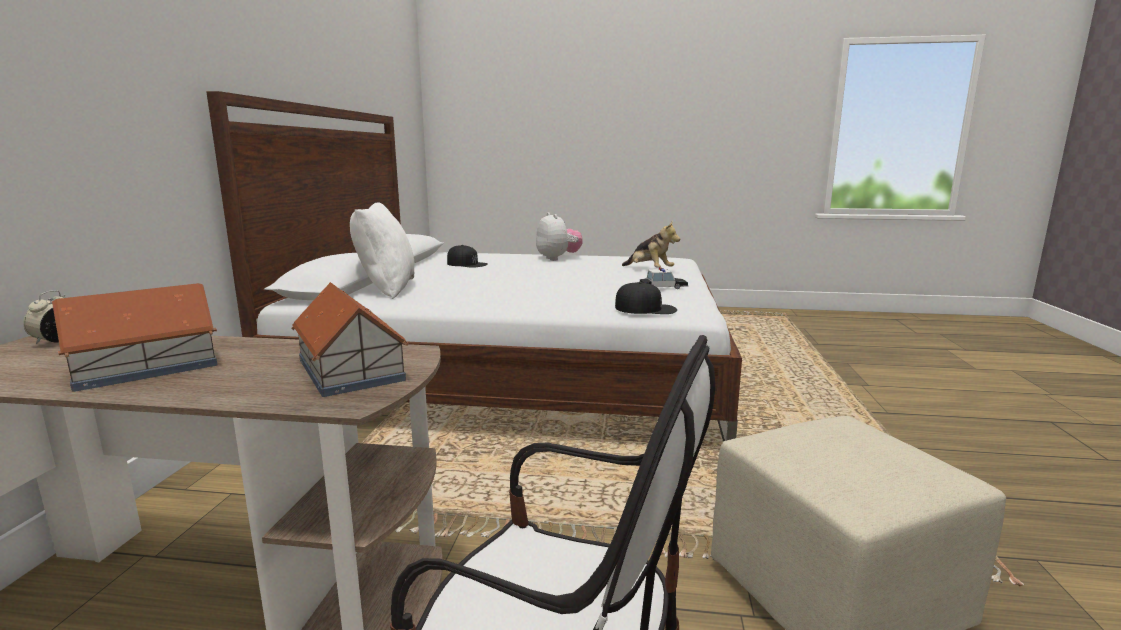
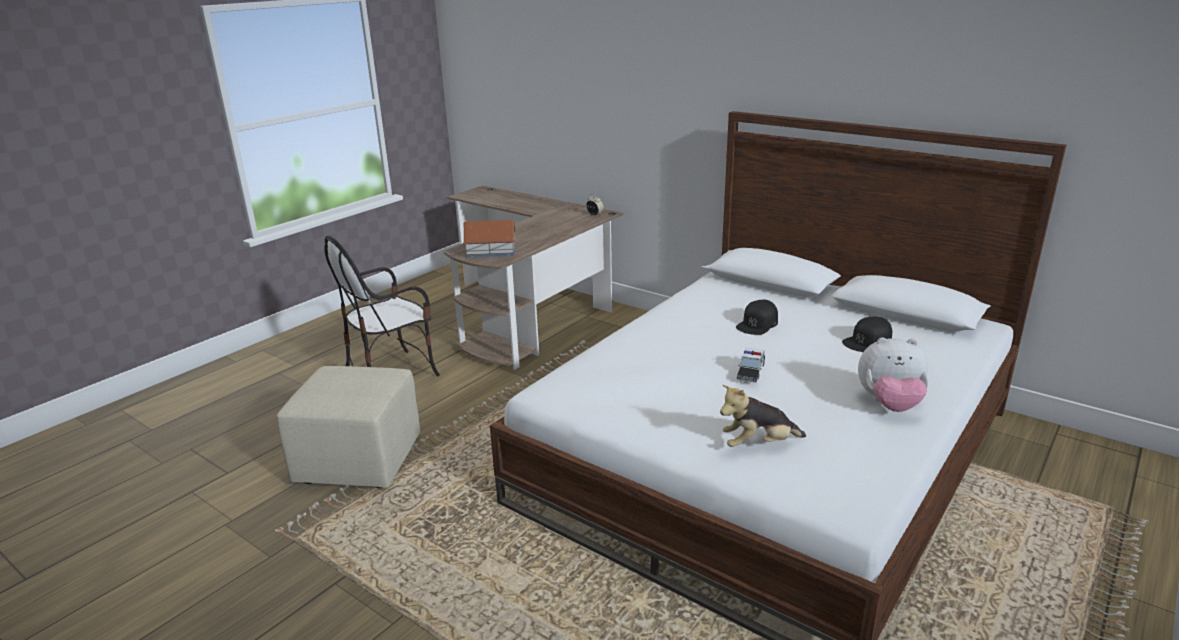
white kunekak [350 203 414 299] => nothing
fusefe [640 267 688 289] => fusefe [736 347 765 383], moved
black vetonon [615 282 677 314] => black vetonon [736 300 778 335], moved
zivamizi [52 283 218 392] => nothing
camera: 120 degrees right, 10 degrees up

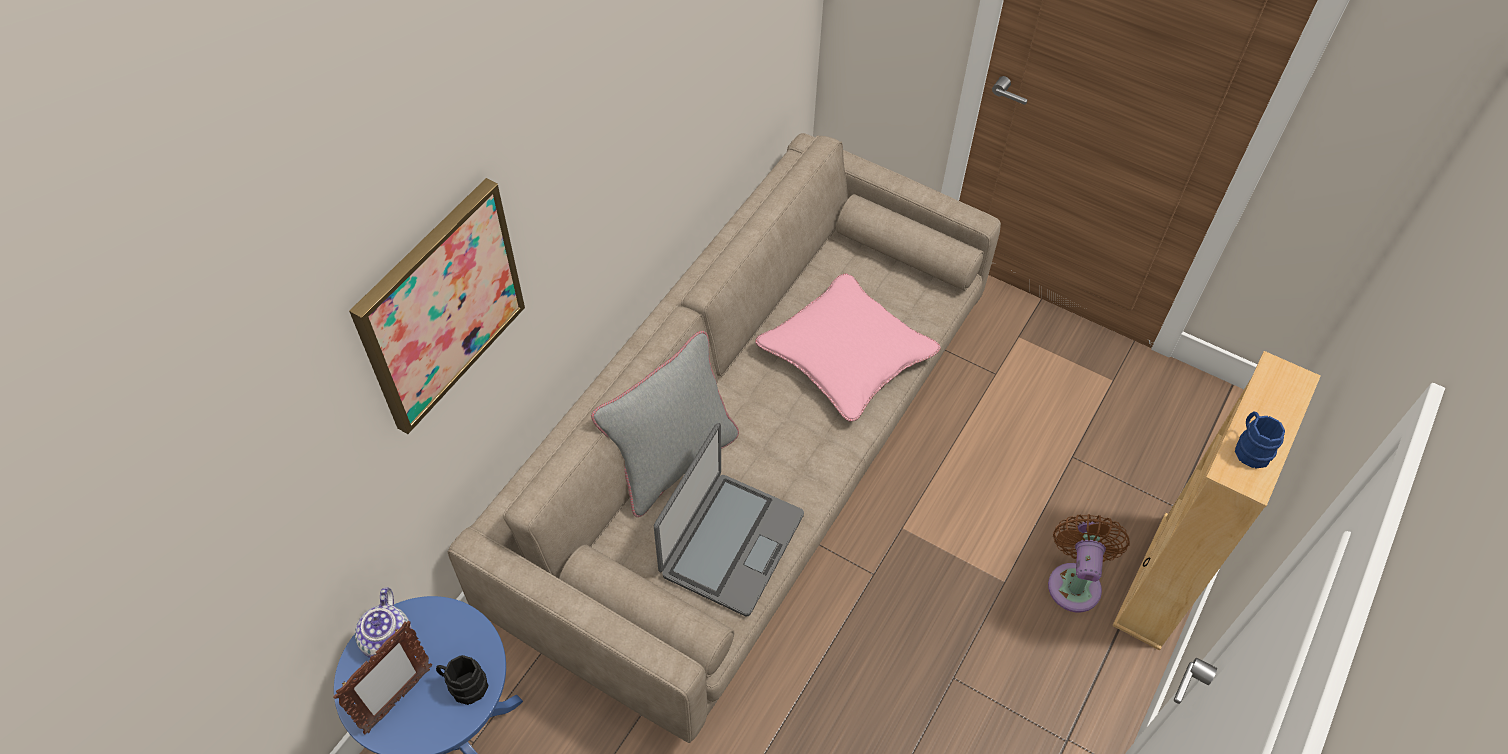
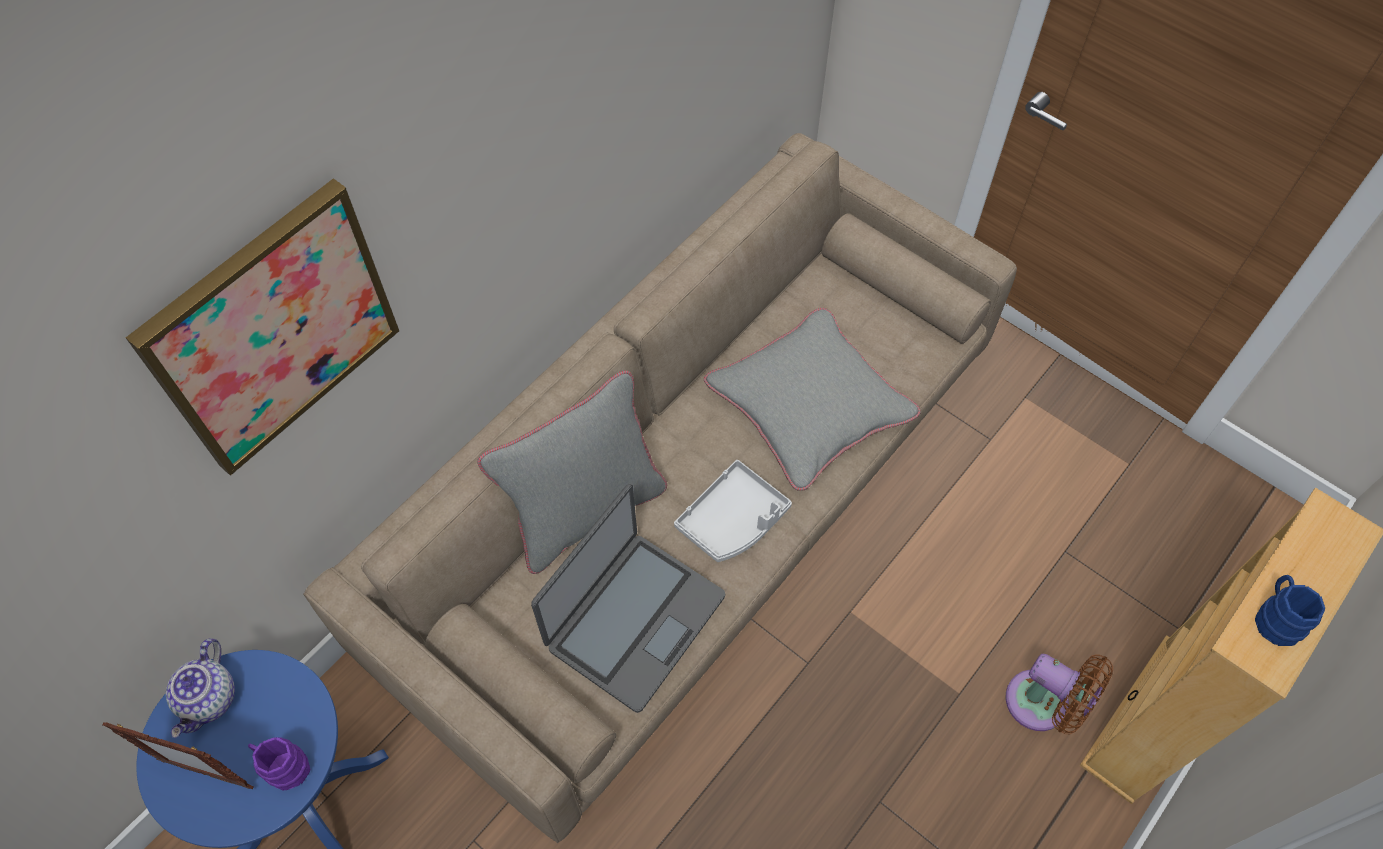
pink kunekak [755 273 941 422] => grey kunekak [704 308 921 491]
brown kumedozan [1048 514 1130 612] => brown kumedozan [1006 654 1113 734], 105 degrees clockwise
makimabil [333 621 432 734] => makimabil [103 722 254 789], 60 degrees clockwise
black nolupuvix [436 655 488 705] => purple nolupuvix [248 737 310 791]
nothing => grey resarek [674 460 792 562]
camera: 10 degrees right, 5 degrees up

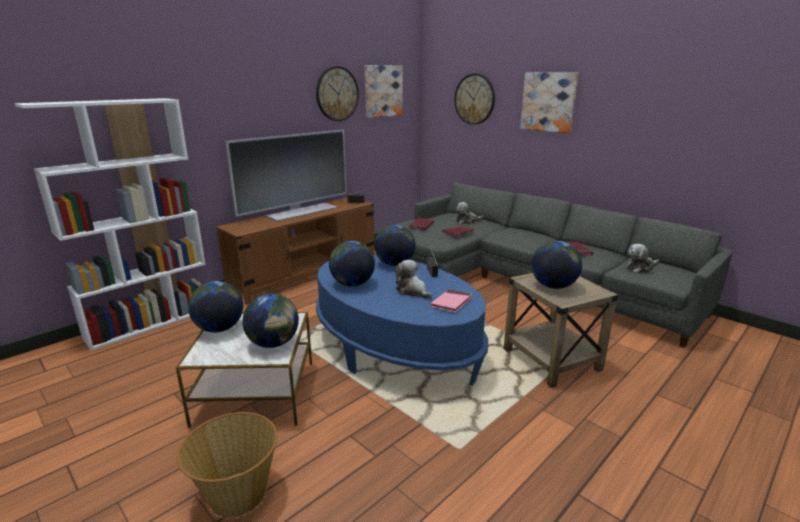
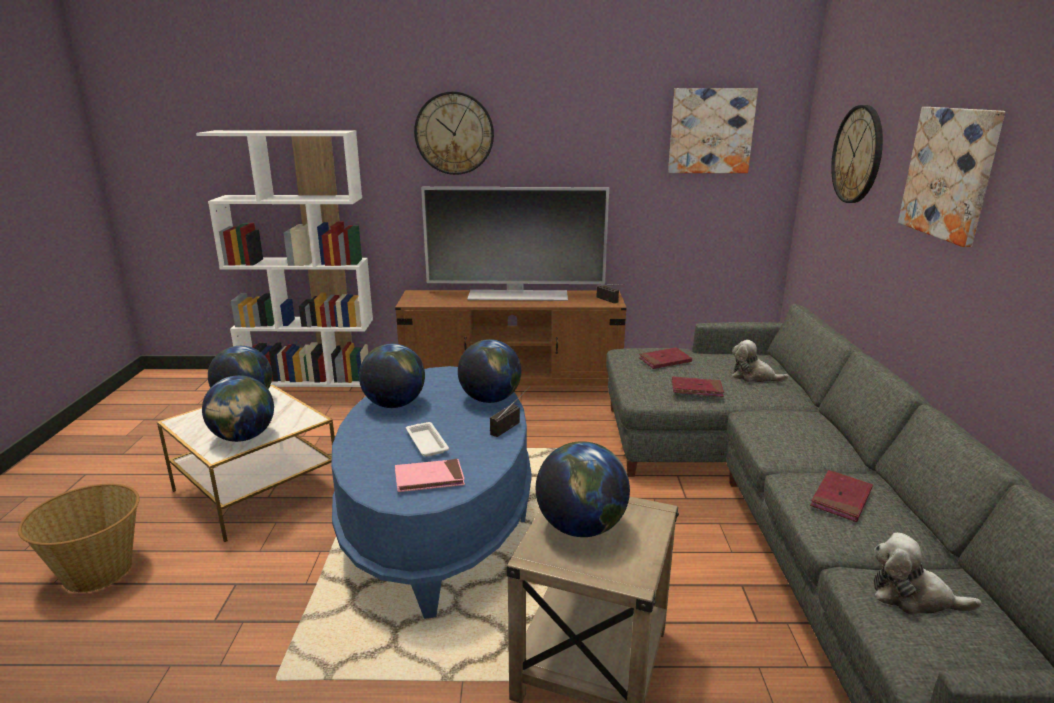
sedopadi [316 66 359 121] => sedopadi [414 91 494 175], moved
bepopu [395 260 432 299] => white resarek [406 422 449 457]
camera: 45 degrees right, 0 degrees up

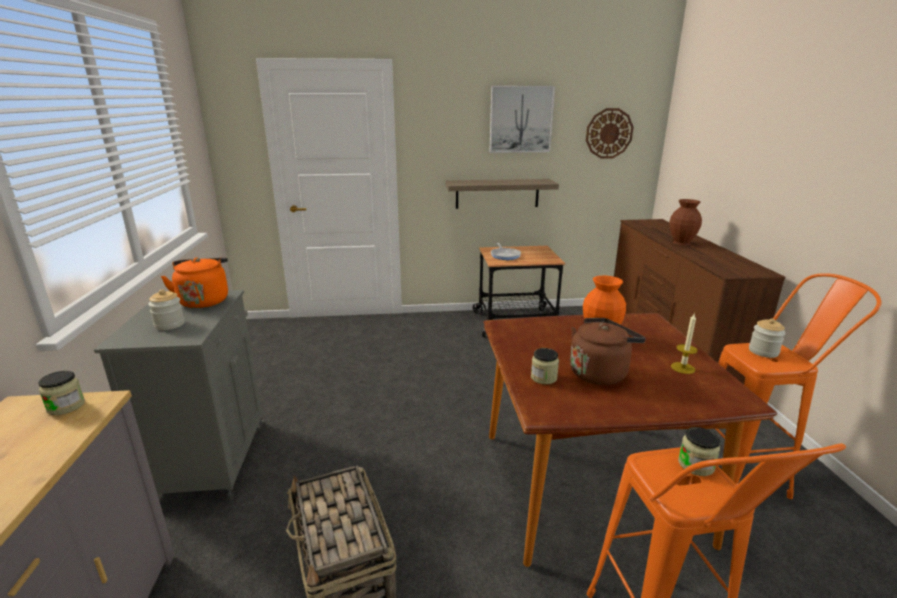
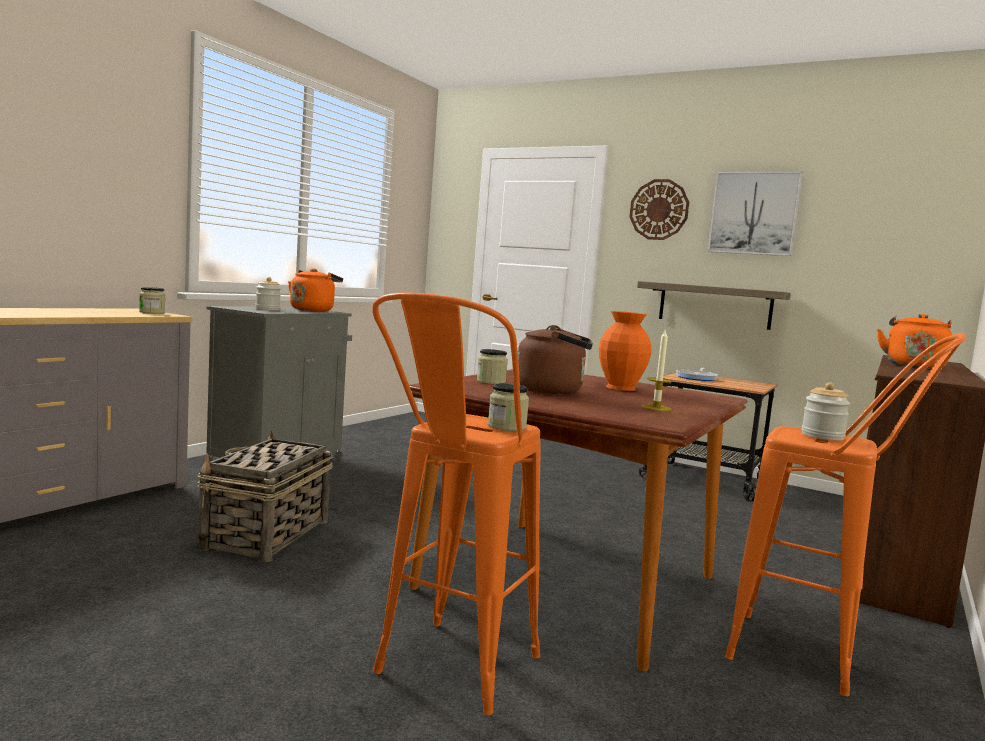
sedopadi [586 108 634 159] => sedopadi [629 179 689 240], moved
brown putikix [670 199 702 246] => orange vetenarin [877 314 952 369]
camera: 35 degrees right, 15 degrees down

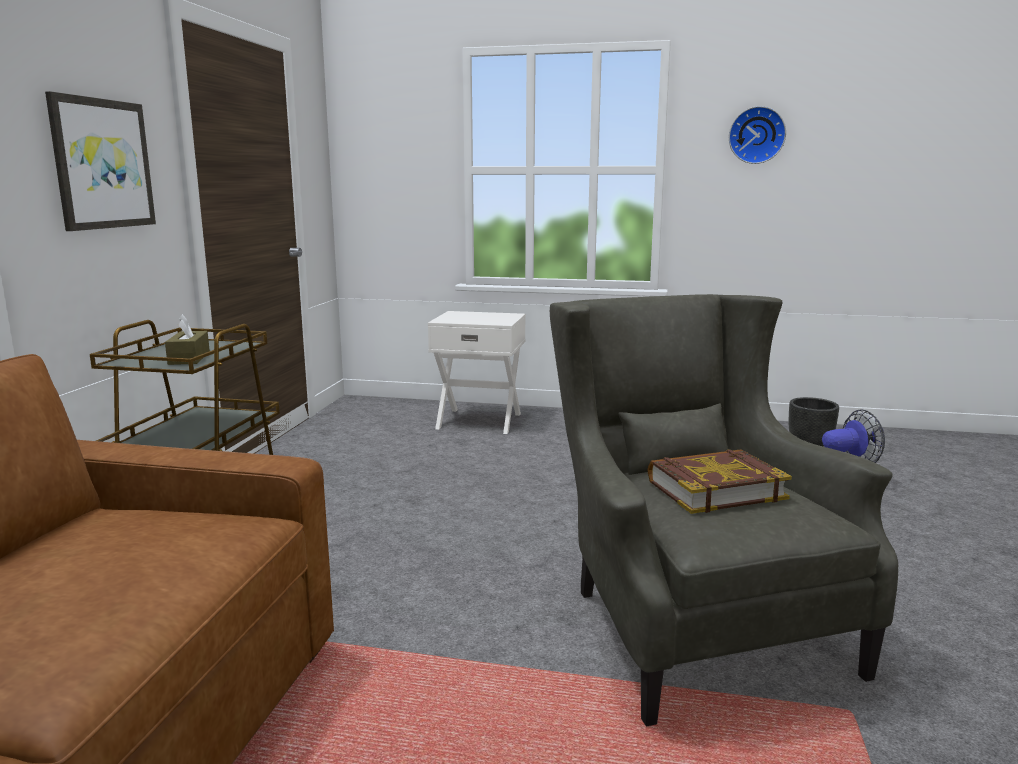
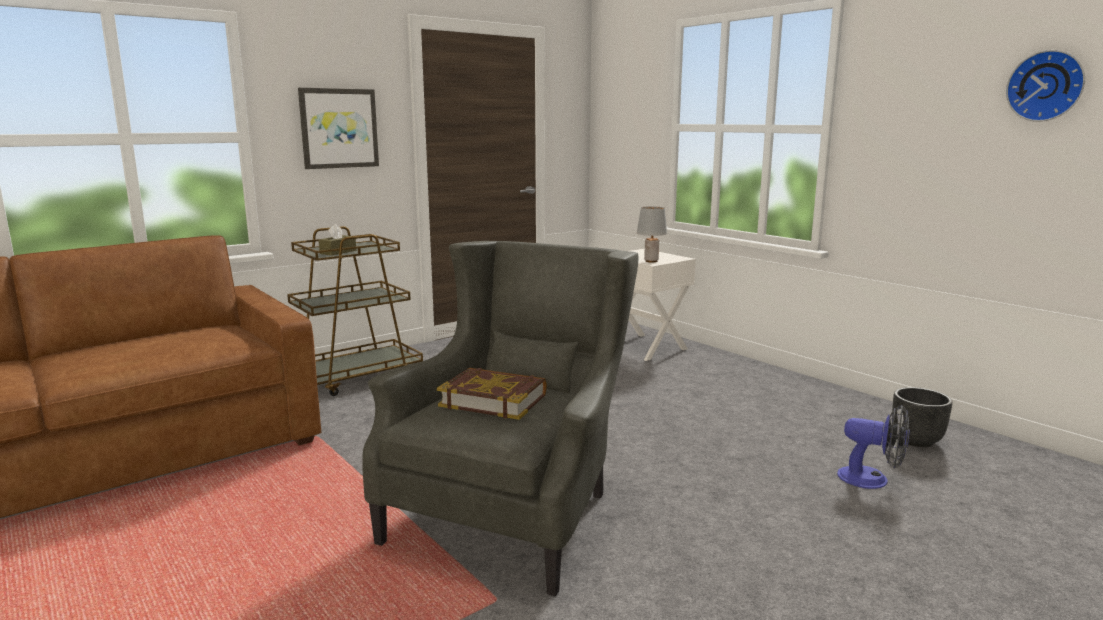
sedopadi [729 106 786 164] => sedopadi [1006 50 1085 122], moved
nothing => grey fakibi [637 206 667 263]
camera: 40 degrees right, 0 degrees up

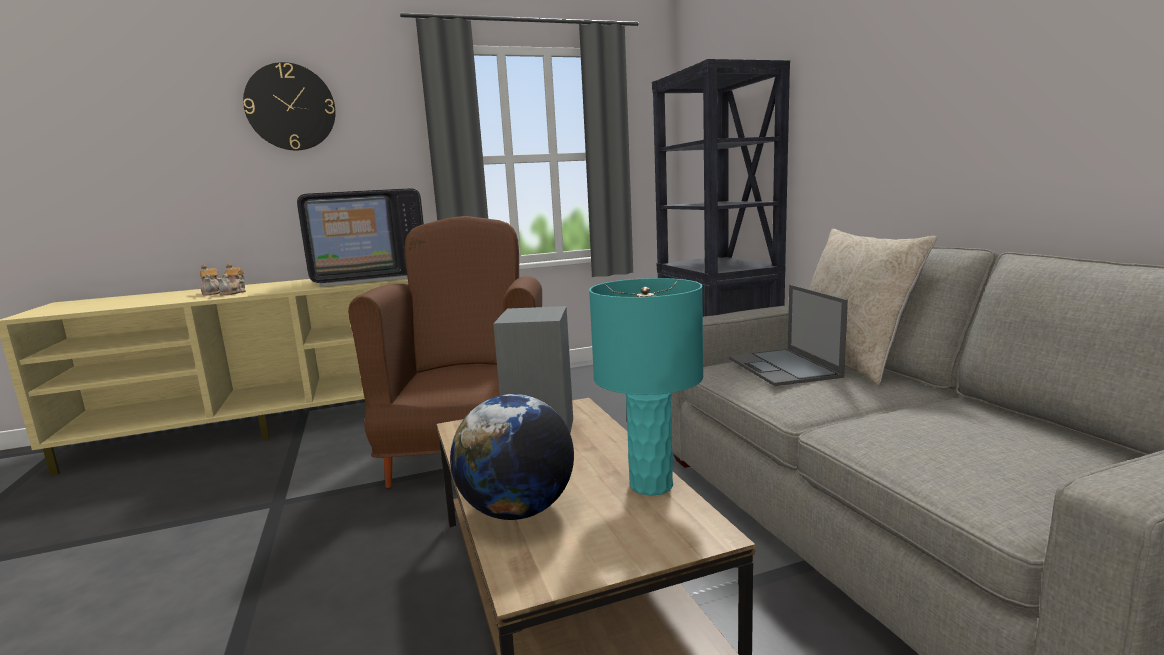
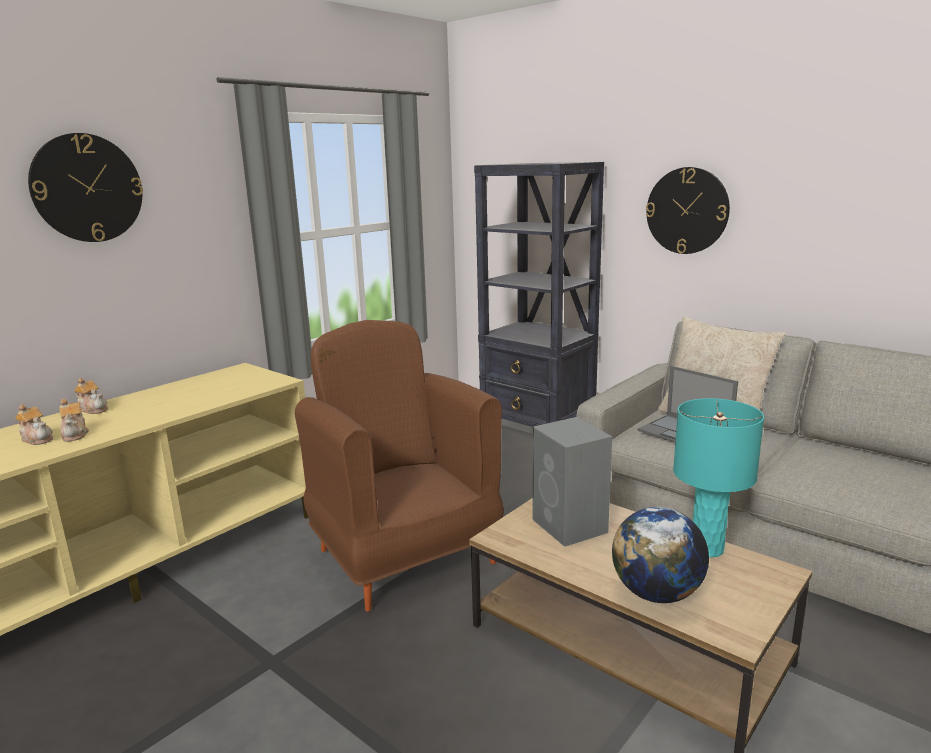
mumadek [297 188 424 286] => nothing
nothing => sedopadi [646 167 730 254]
nothing => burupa [74 378 108 414]
camera: 30 degrees left, 5 degrees up

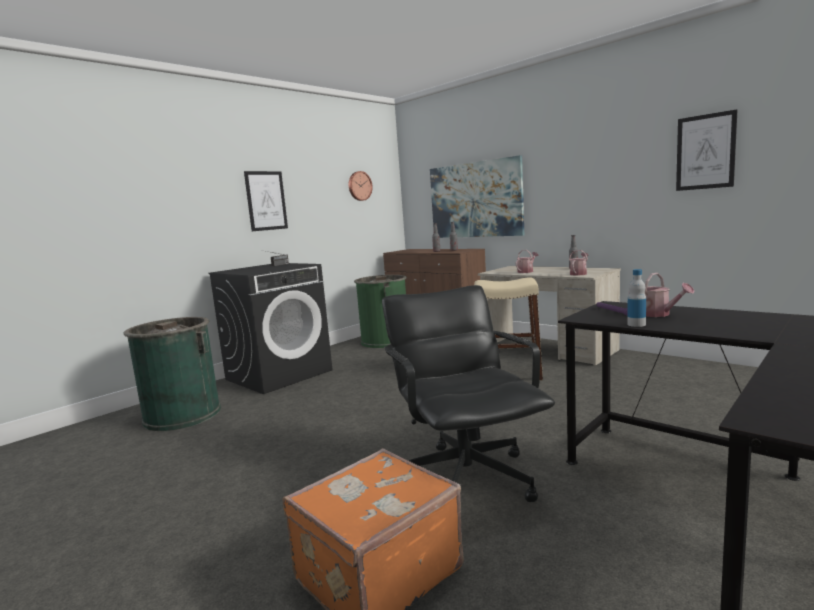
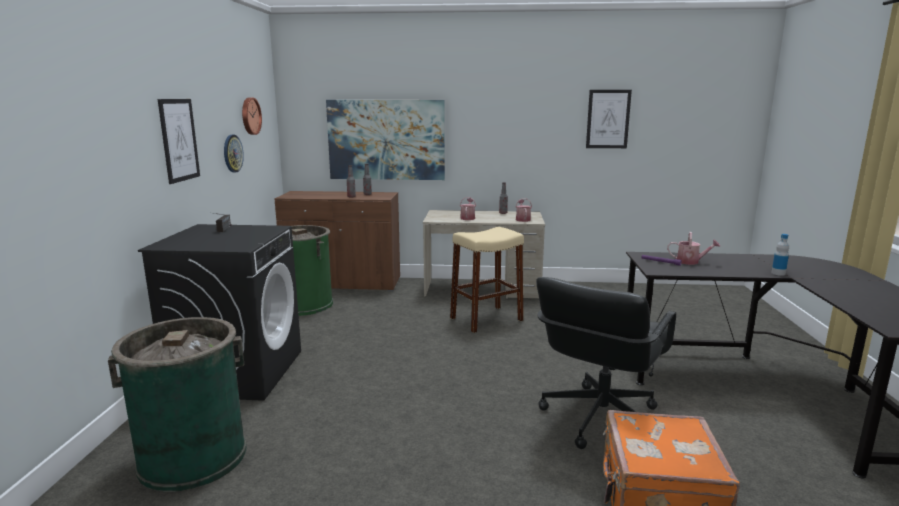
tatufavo [627 269 646 327] => tatufavo [771 234 789 276], moved
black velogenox [382 285 555 502] => black velogenox [536 277 676 449], 90 degrees counterclockwise
nothing => sedopadi [224 135 244 172]
camera: 40 degrees left, 5 degrees up

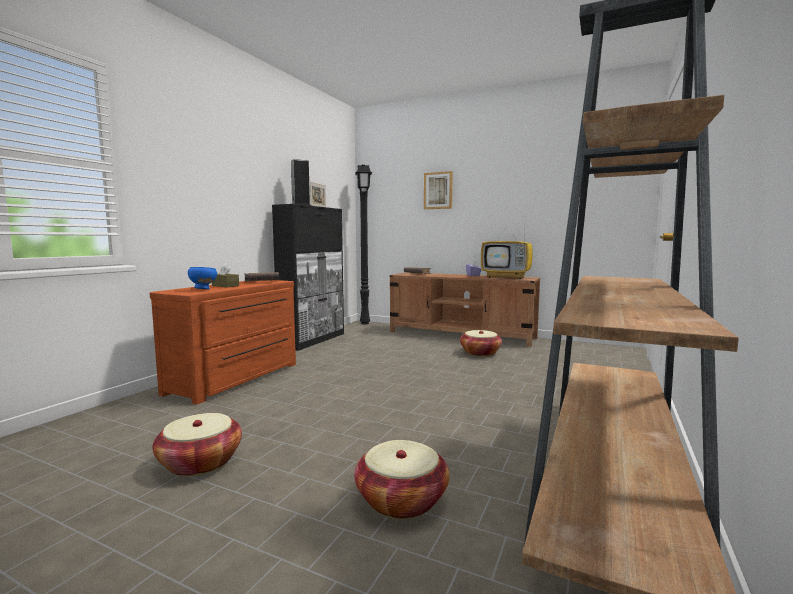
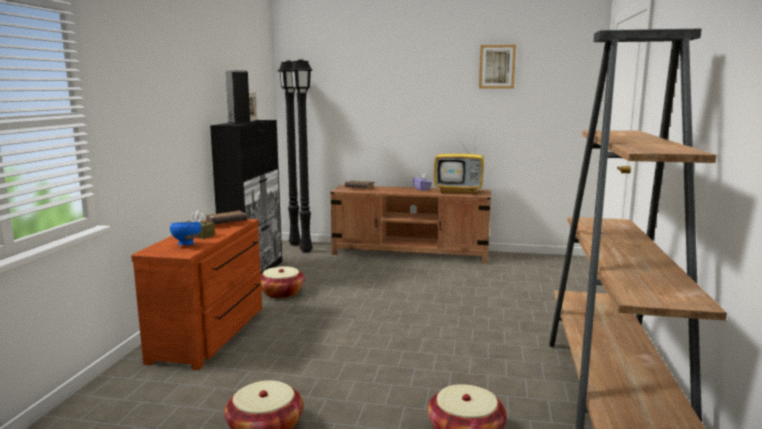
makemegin [424 171 453 209] => makemegin [479 45 516 88], moved
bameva [460 330 502 356] => bameva [261 266 305 299], moved
nothing => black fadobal [289 59 313 253]
camera: 15 degrees left, 5 degrees up

